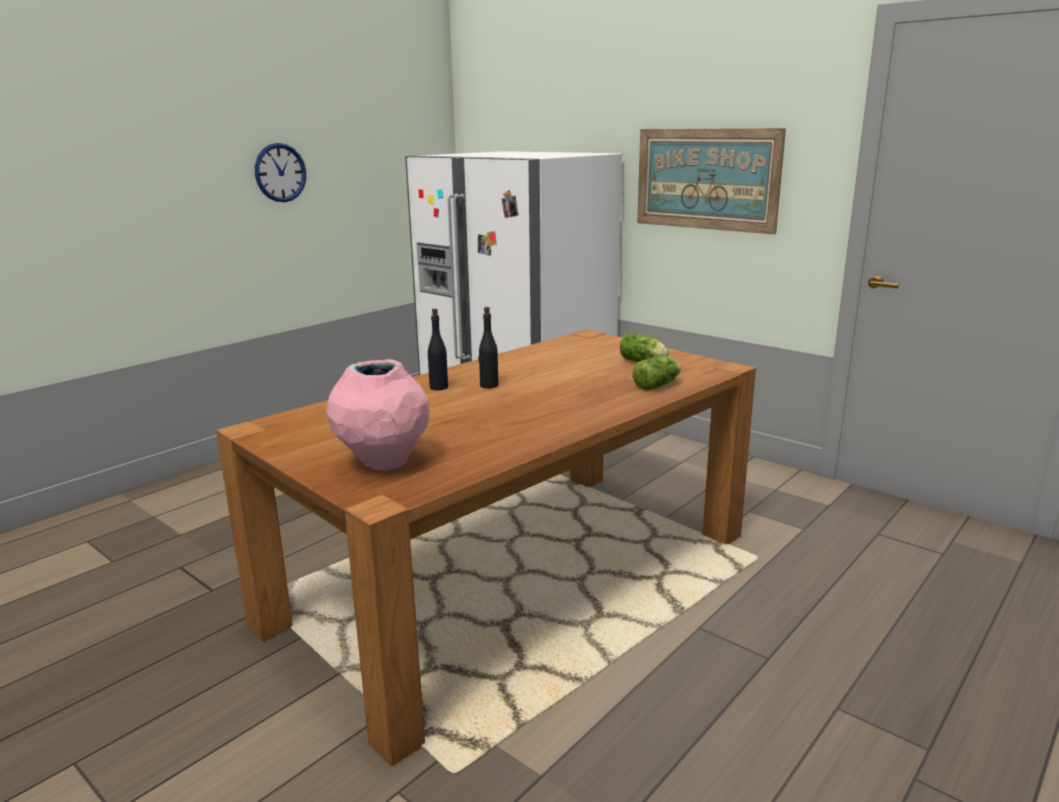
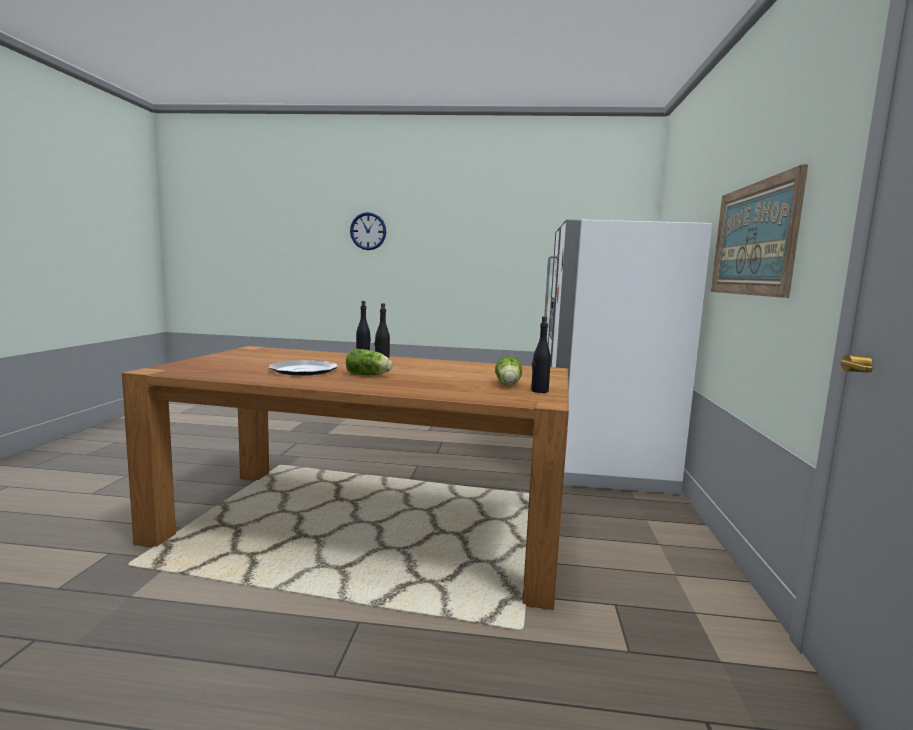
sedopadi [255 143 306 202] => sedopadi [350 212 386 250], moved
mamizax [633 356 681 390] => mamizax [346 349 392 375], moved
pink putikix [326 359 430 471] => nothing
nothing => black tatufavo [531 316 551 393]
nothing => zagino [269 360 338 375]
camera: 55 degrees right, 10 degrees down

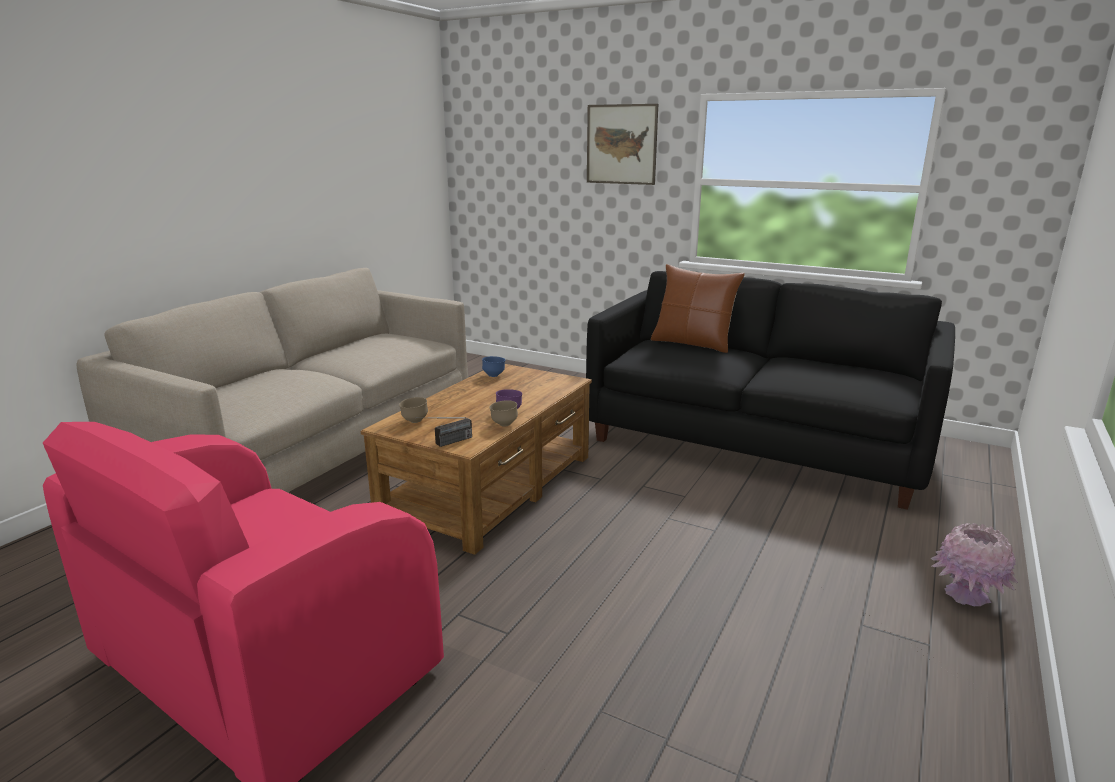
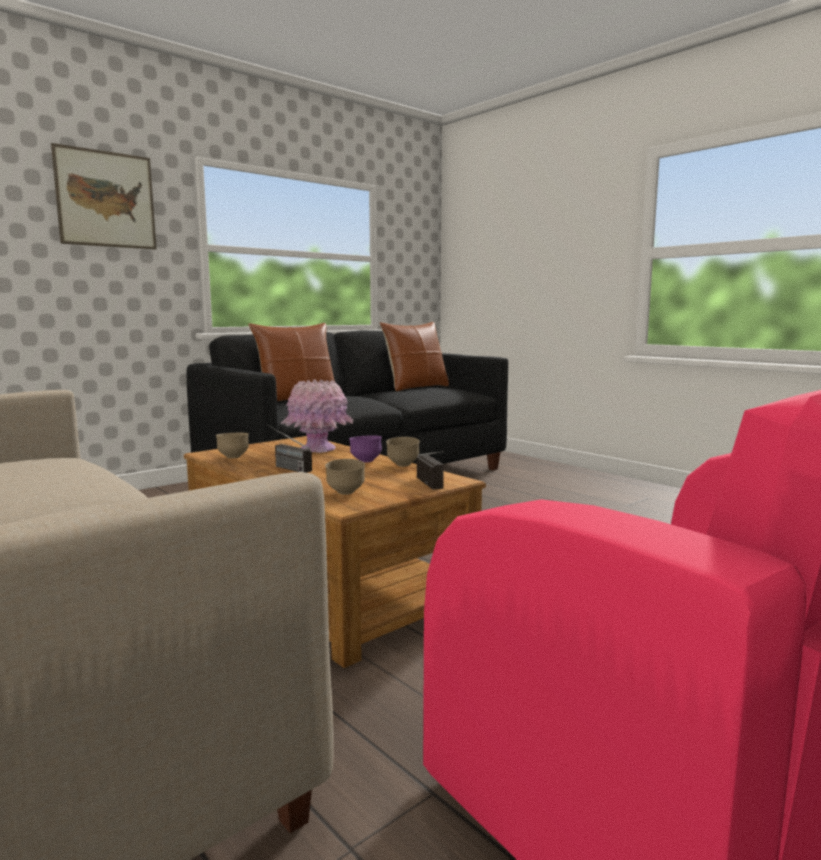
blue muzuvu [482 356 505 377] => brown muzuvu [216 433 249 458]
pink putikix [931 523 1018 606] => pink putikix [281 379 354 453], moved
nothing => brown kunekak [380 322 449 391]
nothing => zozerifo [267 425 312 473]
camera: 70 degrees left, 10 degrees down

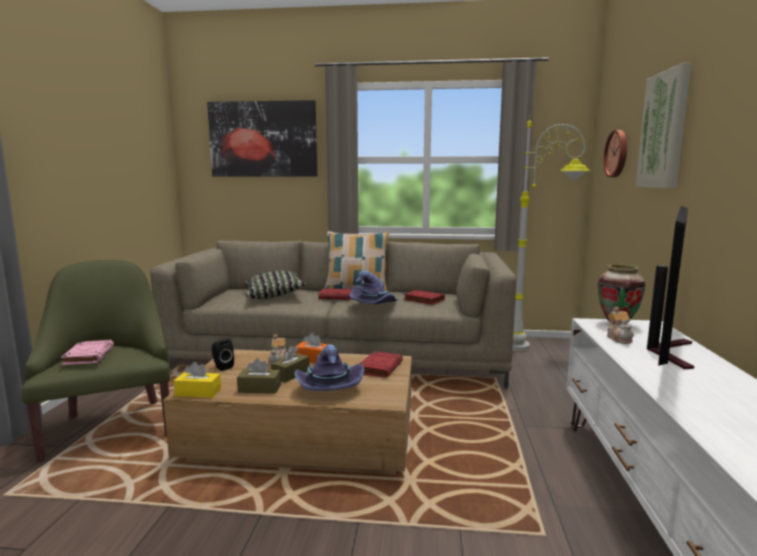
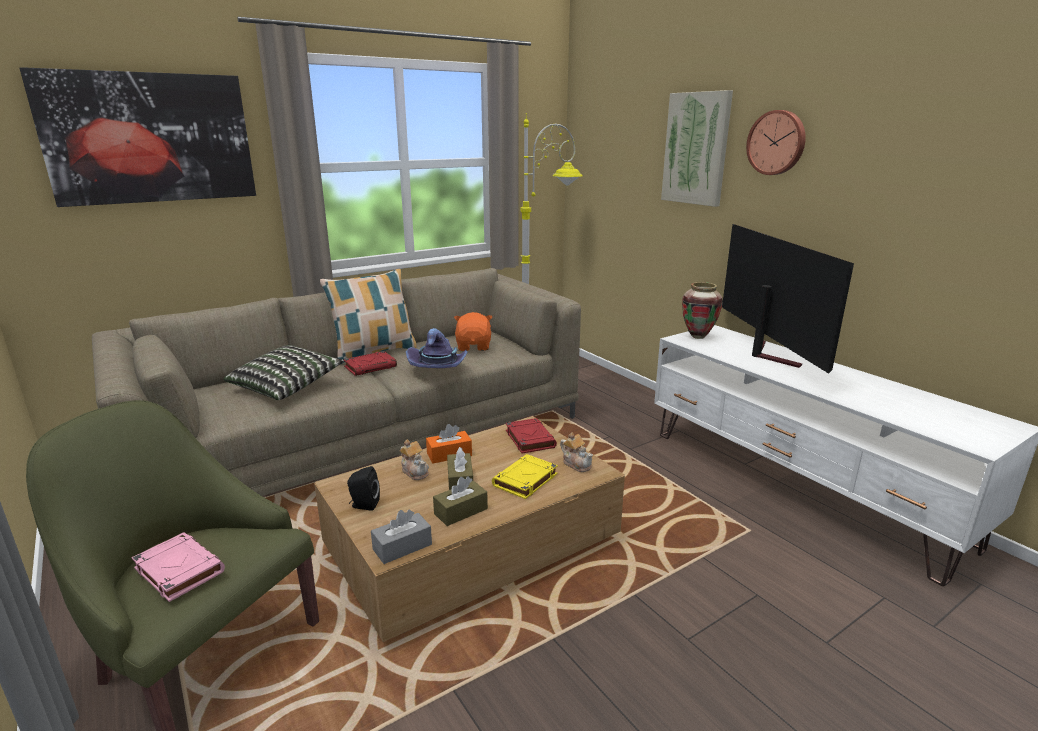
sedopadi [604 130 627 178] => sedopadi [746 110 806 175], moved
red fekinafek [404 290 445 305] => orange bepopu [454 312 492 351]
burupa [607 306 634 344] => burupa [560 432 593 472], moved
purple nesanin [294 344 364 391] => yellow fekinafek [492 454 558 499]
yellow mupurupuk [174 362 221 398] => grey mupurupuk [371 509 432 564]
camera: 40 degrees left, 10 degrees up

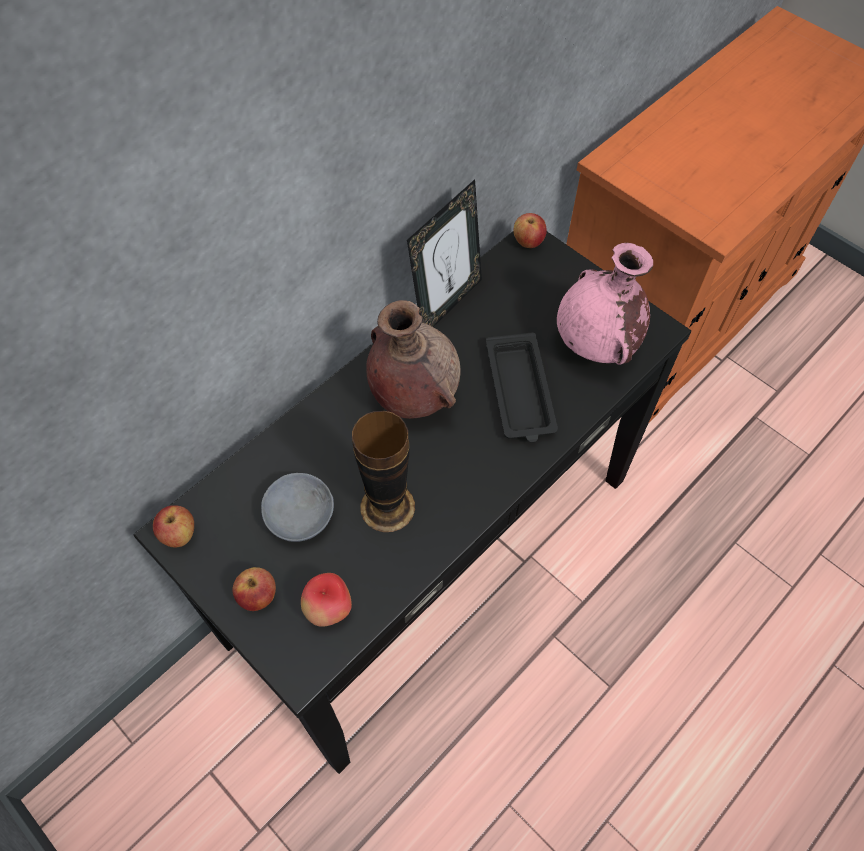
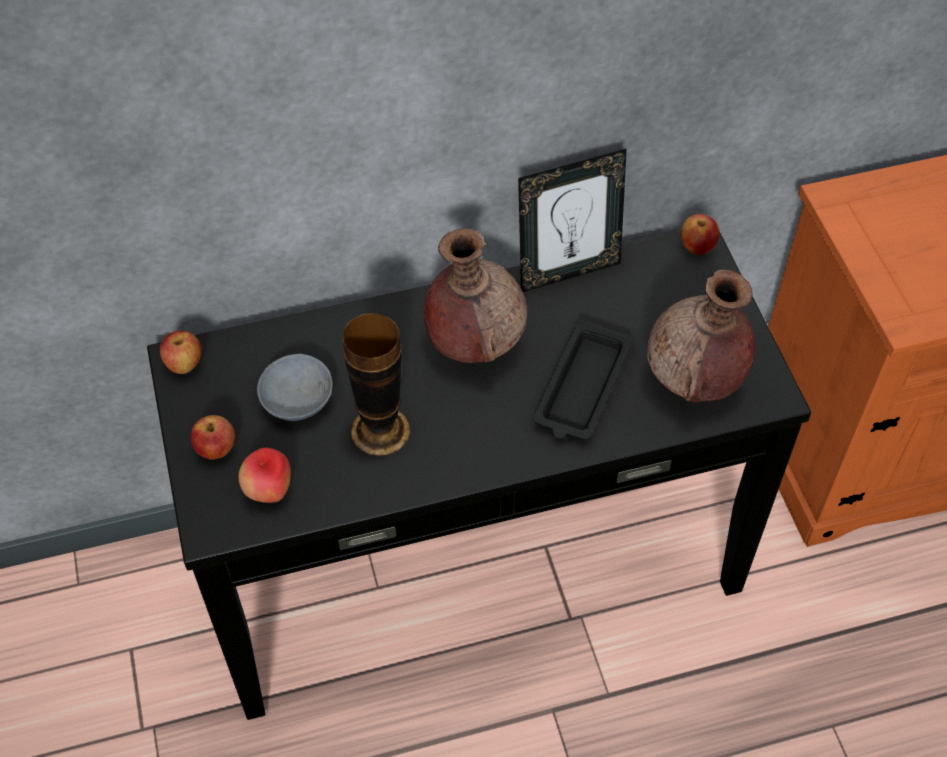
pink putikix [557 243 653 365] => brown putikix [647 269 755 402]
camera: 30 degrees right, 5 degrees down

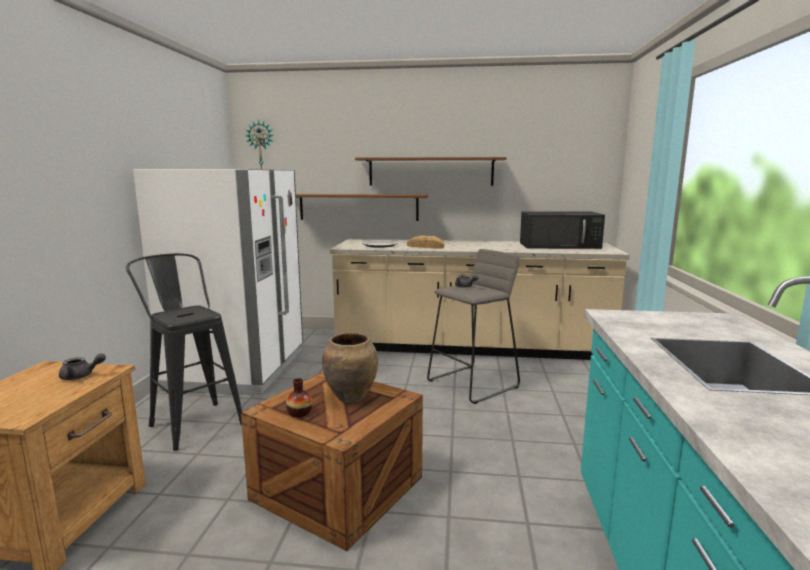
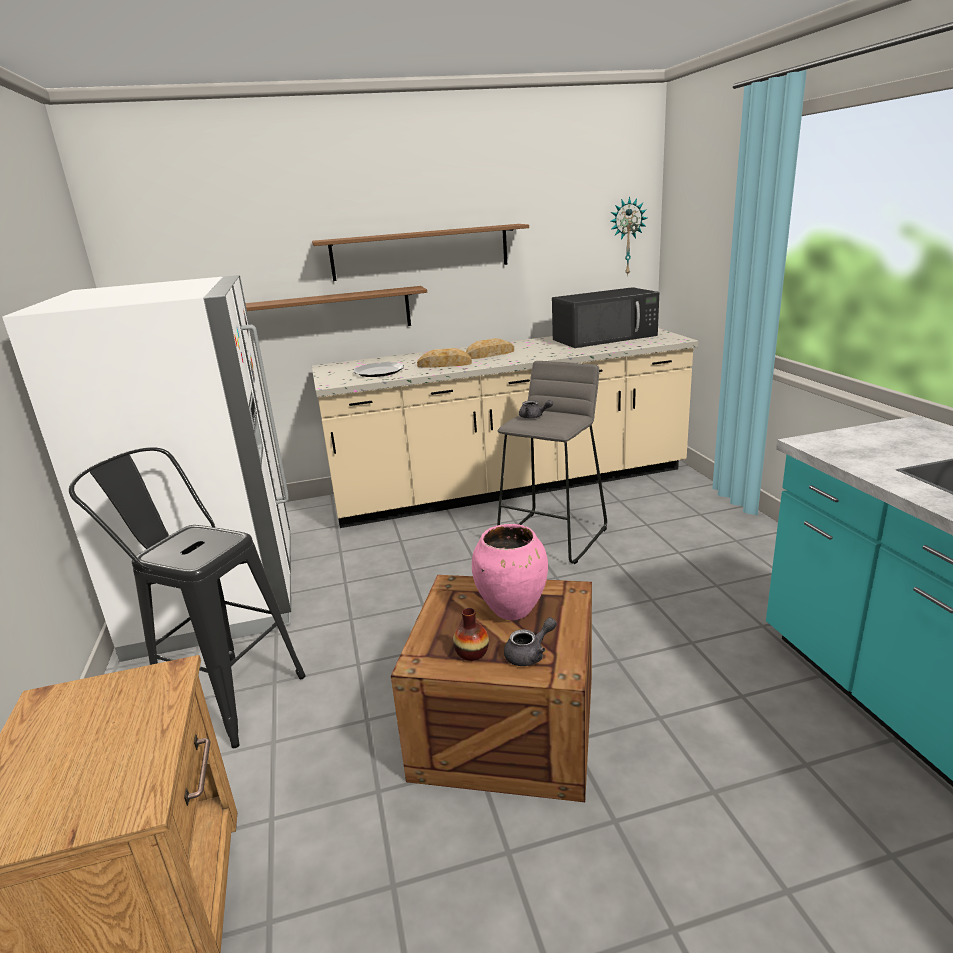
sedopadi [246 120 274 169] => sedopadi [610 197 647 276], moved
brown putikix [322 333 378 403] => pink putikix [472 524 548 620]
grey burupa [59 354 106 380] => grey burupa [504 617 557 666], moved
nothing => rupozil [466 338 514 359]
camera: 20 degrees left, 10 degrees up

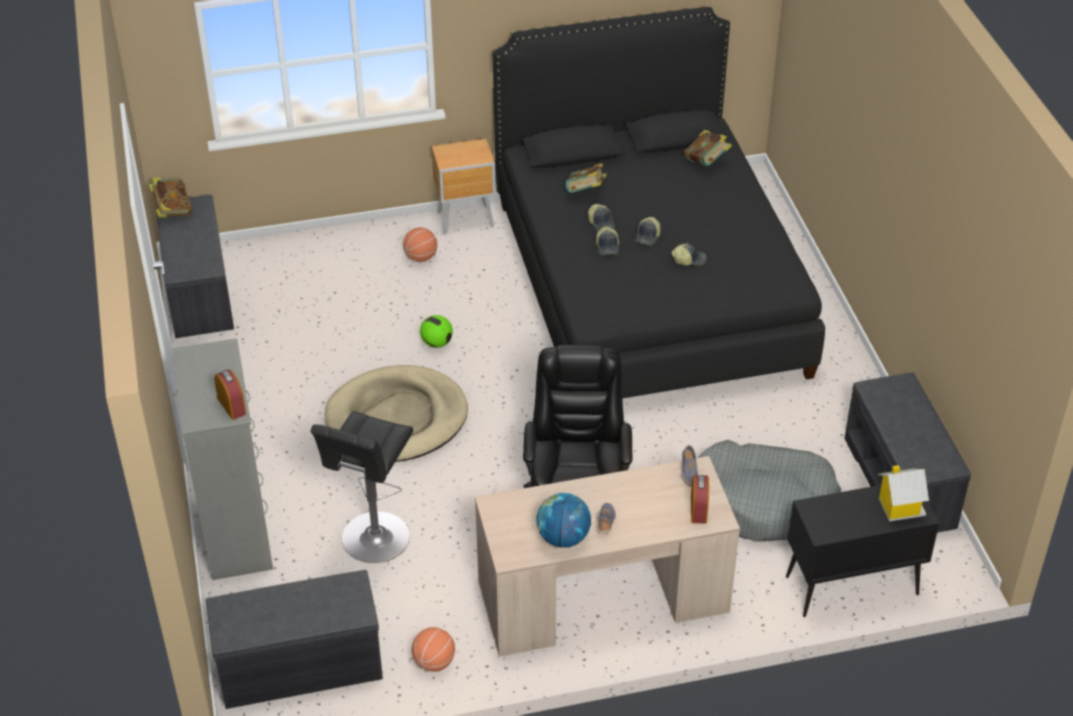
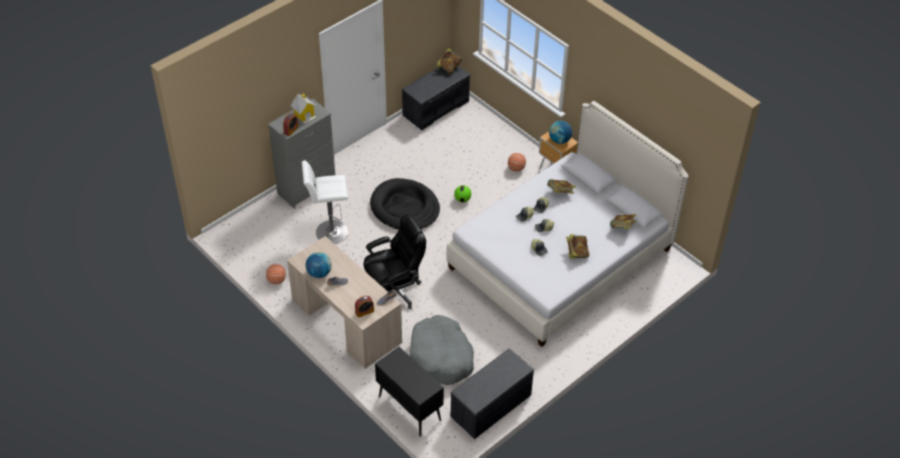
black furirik [493 7 825 398] => white furirik [446 101 689 347]
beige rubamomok [325 365 468 462] => black rubamomok [370 178 440 230]
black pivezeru [310 411 413 563] => white pivezeru [302 160 348 244]
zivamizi [878 465 929 521] => zivamizi [290 94 317 124], moved
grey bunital [206 570 383 709] => nothing
nothing => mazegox [549 121 572 144]
nothing => fekinafek [566 234 589 258]
camera: 60 degrees right, 5 degrees up

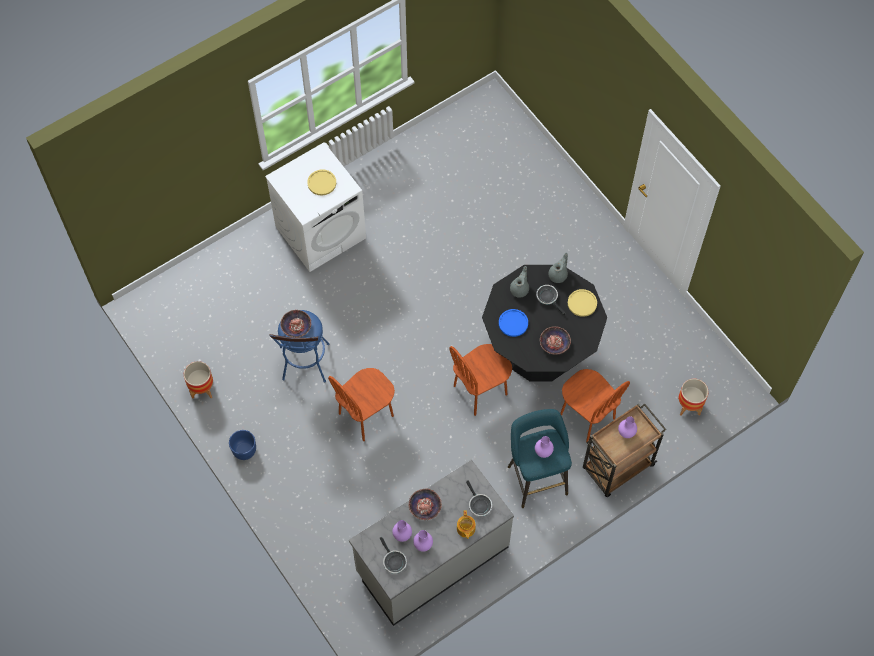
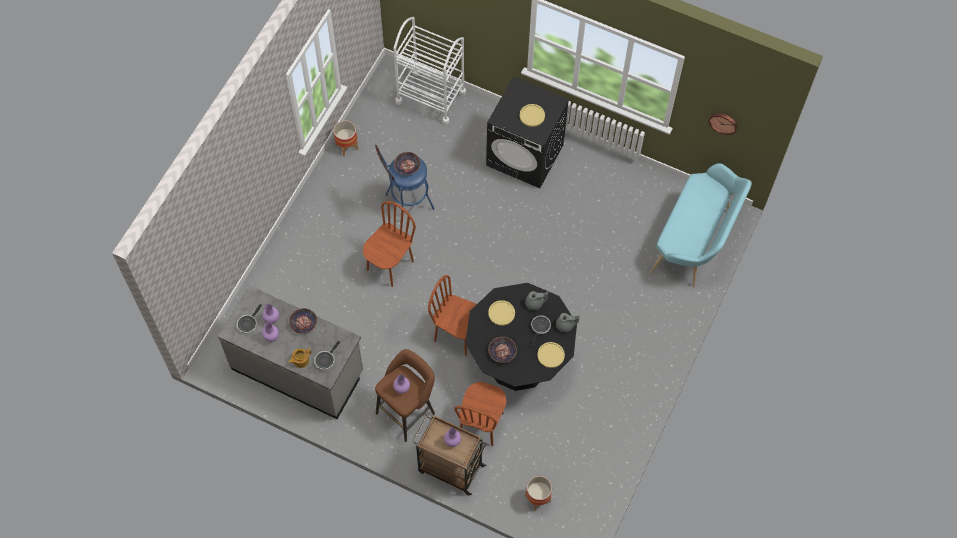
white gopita [265 142 366 272] => black gopita [486 76 569 188]
blue zagino [499 309 528 337] => yellow zagino [488 300 515 326]
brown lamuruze [328 368 395 441] => brown lamuruze [363 201 416 287], 105 degrees clockwise
turquoise pivezeru [508 409 572 508] => brown pivezeru [375 349 435 442]
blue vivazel [229 430 256 460] => nothing
nothing => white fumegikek [393 17 466 125]
nothing => sedopadi [709 113 738 135]
nothing => turquoise bunital [650 163 752 287]
camera: 60 degrees right, 0 degrees up

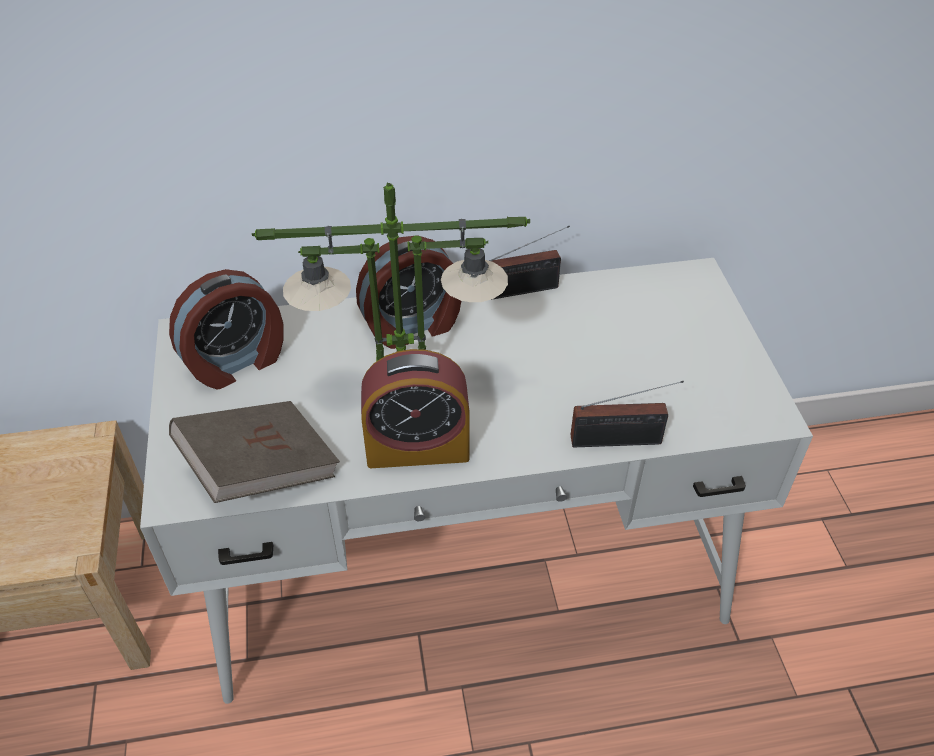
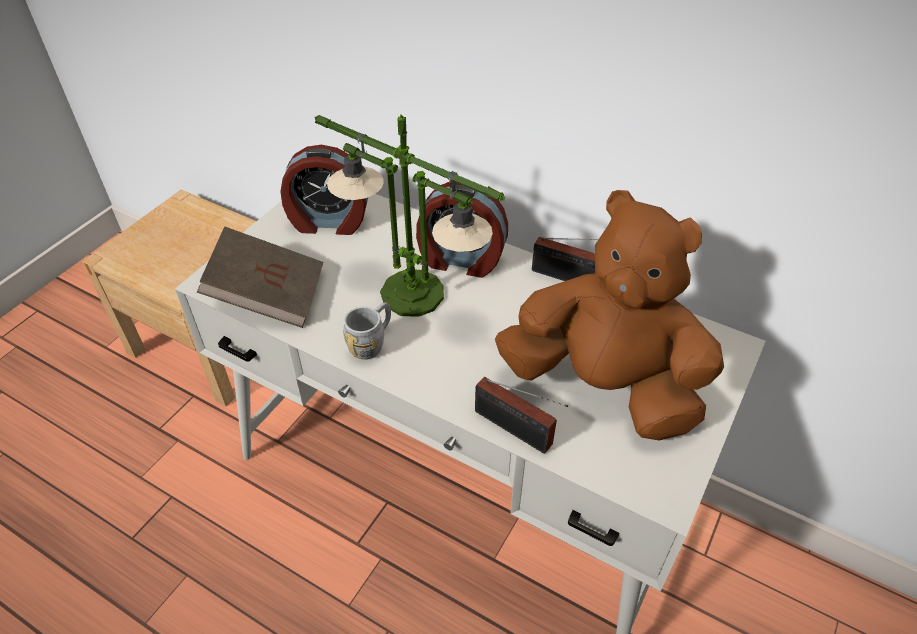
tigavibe [361 349 470 468] => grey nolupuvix [343 302 391 360]
nothing => brown bepopu [495 190 724 440]
camera: 40 degrees right, 0 degrees up

